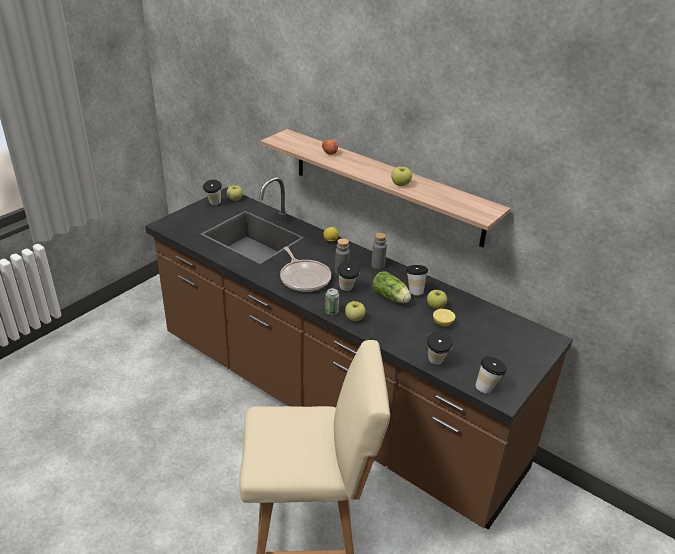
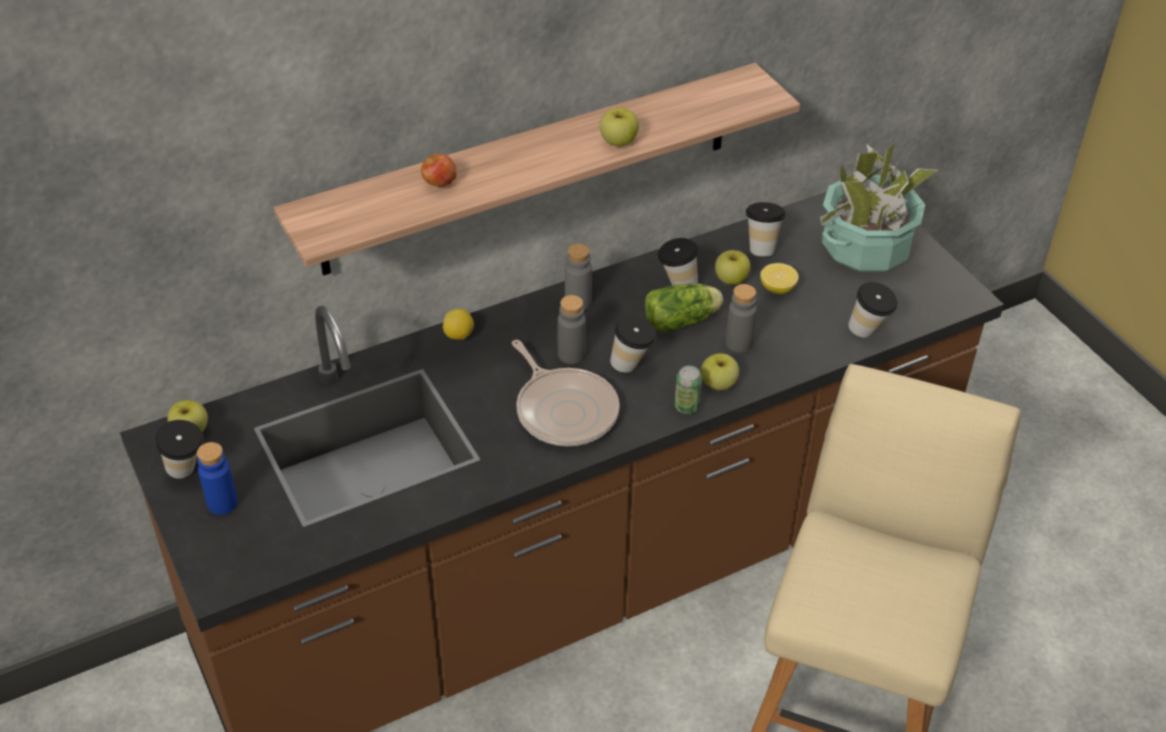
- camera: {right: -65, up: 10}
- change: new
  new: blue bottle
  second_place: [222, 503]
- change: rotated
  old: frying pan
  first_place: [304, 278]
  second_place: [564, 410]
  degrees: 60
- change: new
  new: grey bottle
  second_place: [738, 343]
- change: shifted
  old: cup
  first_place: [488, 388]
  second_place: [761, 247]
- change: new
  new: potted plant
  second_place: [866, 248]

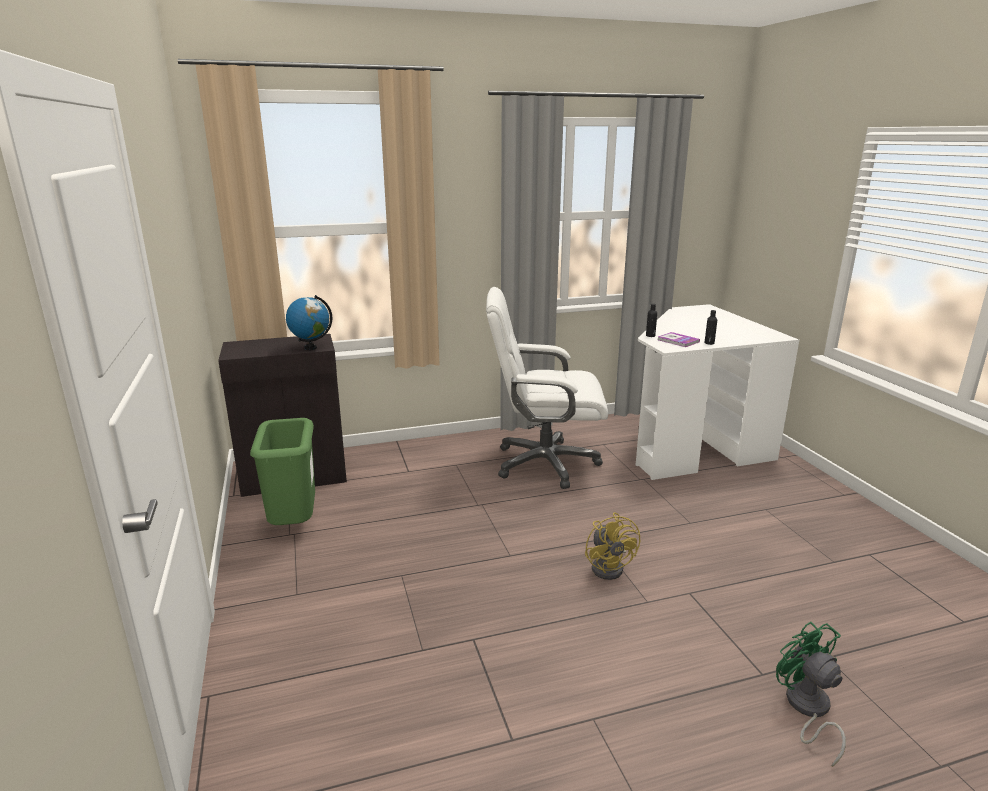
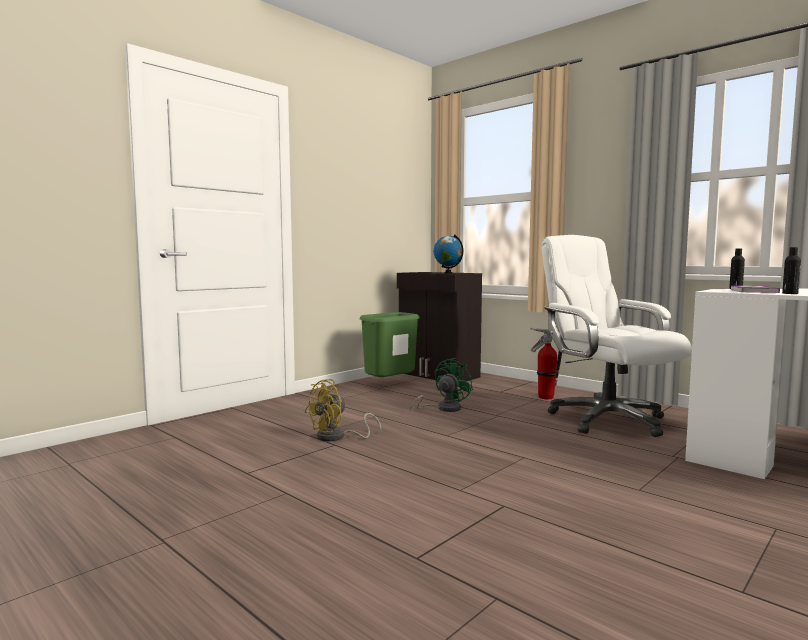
- camera: {right: 60, up: -15}
- change: shifted
  old: yellow fan
  first_place: [610, 567]
  second_place: [337, 437]
- change: shifted
  old: green fan
  first_place: [807, 709]
  second_place: [443, 409]
- change: new
  new: fire extinguisher
  second_place: [545, 397]

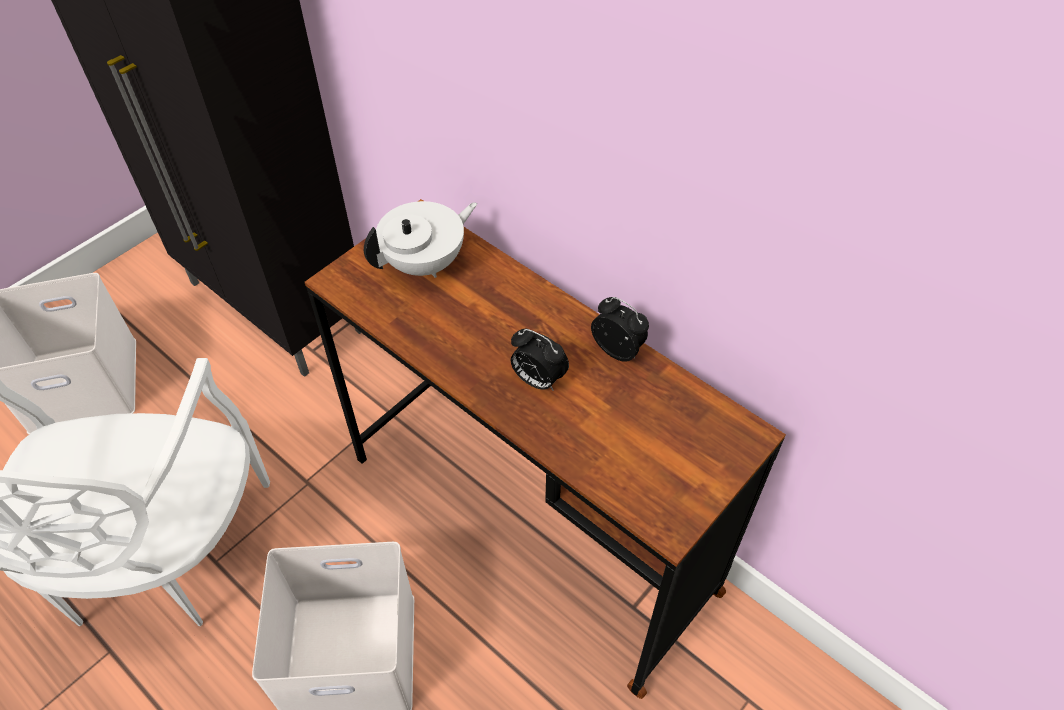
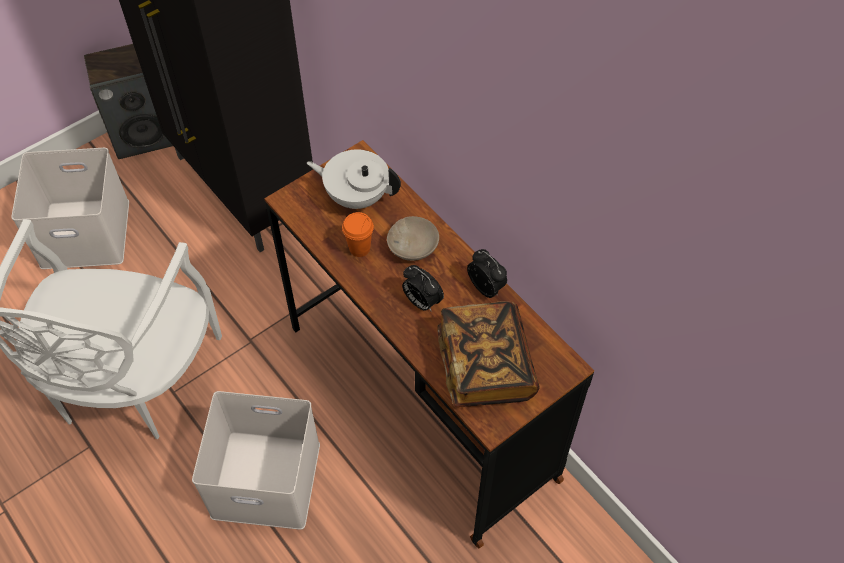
- camera: {right: 10, up: 5}
- change: new
  new: speaker
  second_place: [146, 135]
- change: rotated
  old: white teapot
  first_place: [425, 263]
  second_place: [356, 196]
  degrees: -135
- change: new
  new: orange cup
  second_place: [359, 248]
- change: new
  new: beige bowl
  second_place: [414, 248]
- change: new
  new: book
  second_place: [485, 366]

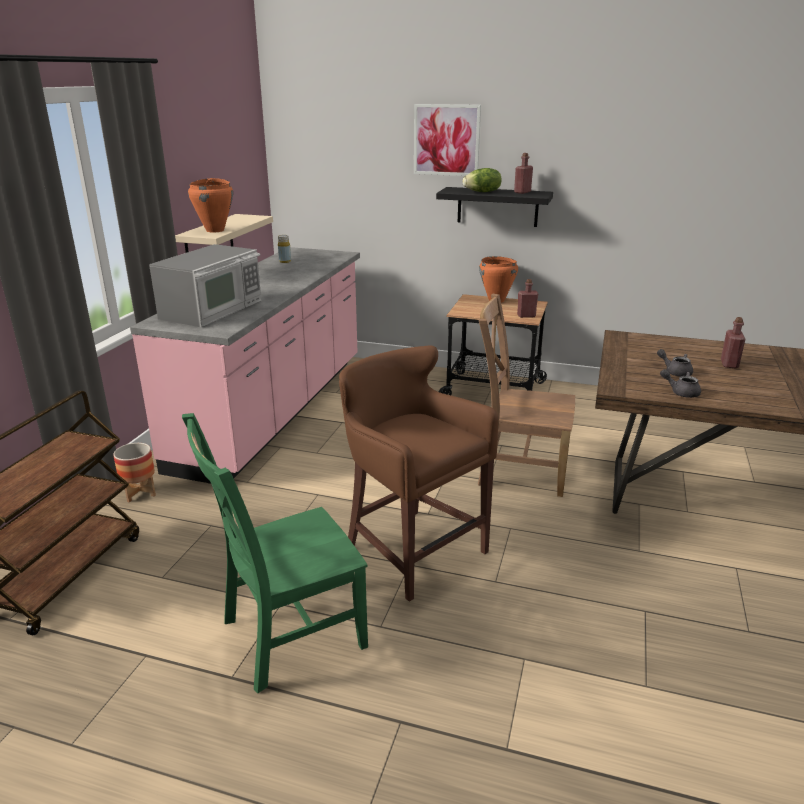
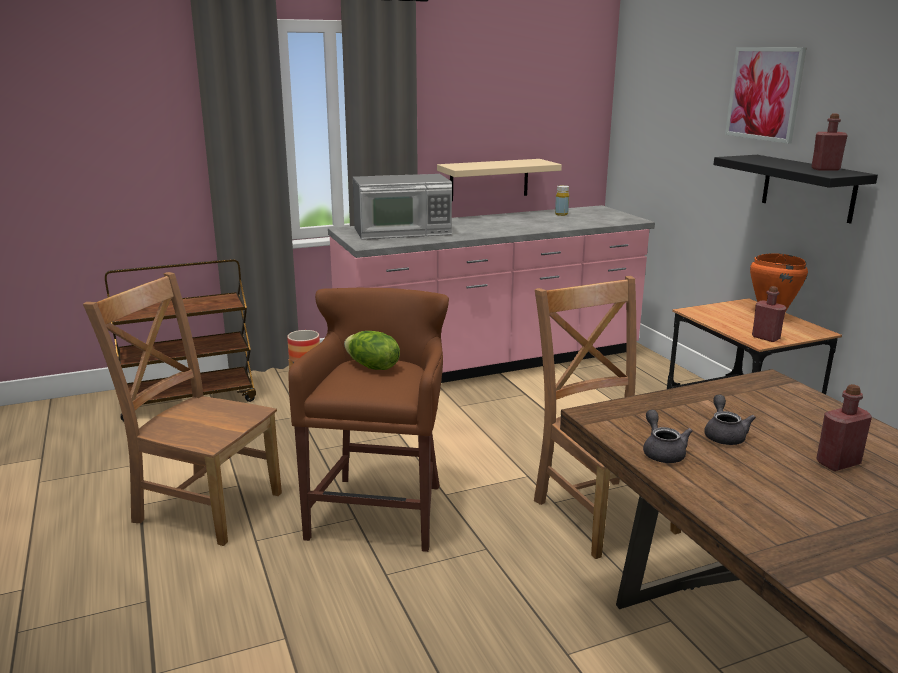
- camera: {right: 50, up: -5}
- change: repainted
  old: green chair
  new: brown chair
  first_place: [287, 635]
  second_place: [204, 505]
- change: shifted
  old: lettuce
  first_place: [482, 192]
  second_place: [372, 367]
- change: gone
  old: orange cooking pot
  first_place: [215, 230]

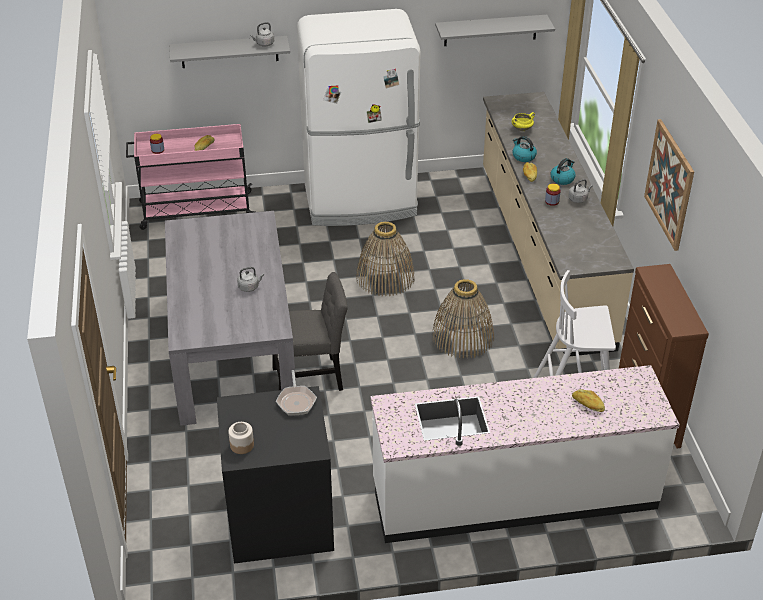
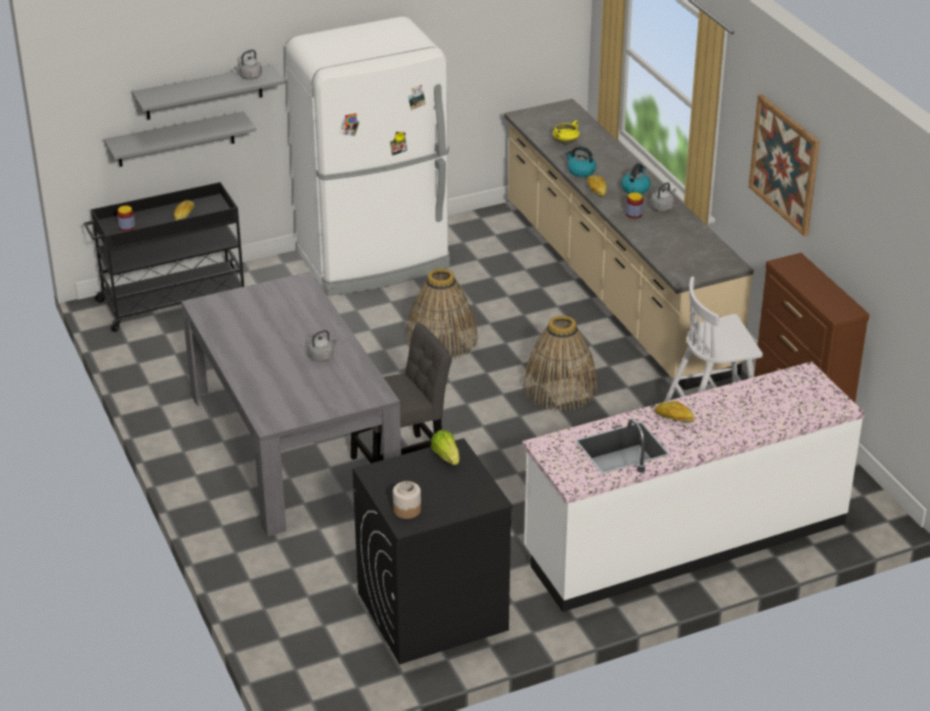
- camera: {right: -15, up: -5}
- change: repainted
  old: pink cart
  new: black cart
  first_place: [195, 211]
  second_place: [172, 301]
- change: shifted
  old: grey shelf
  first_place: [490, 30]
  second_place: [176, 139]
- change: swapped
  old: frying pan
  new: lettuce
  first_place: [296, 401]
  second_place: [446, 456]
- change: shifted
  old: bread
  first_place: [587, 404]
  second_place: [674, 417]

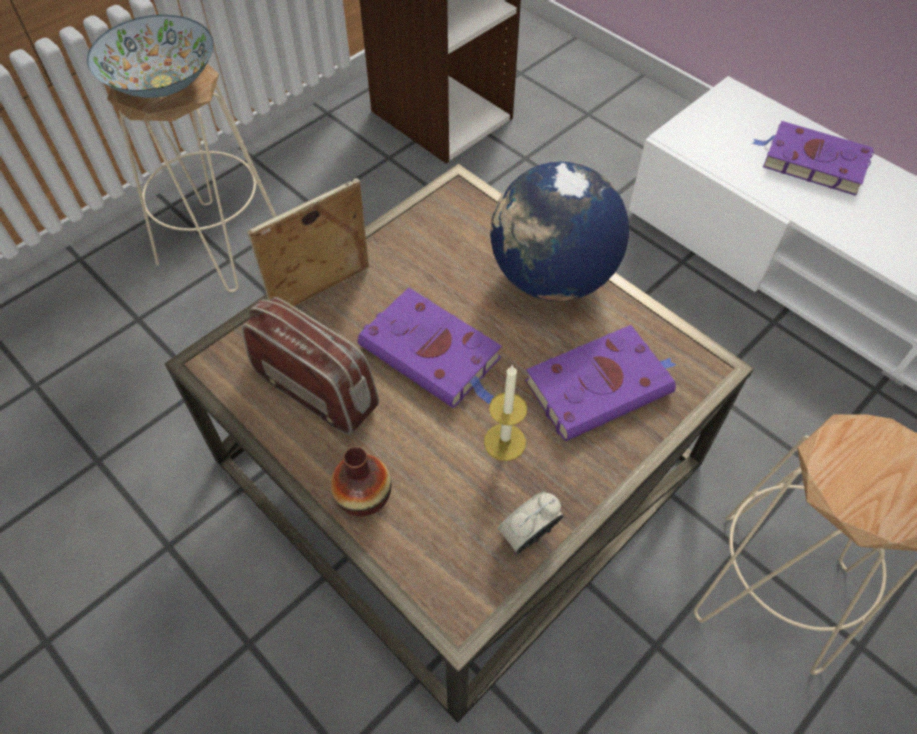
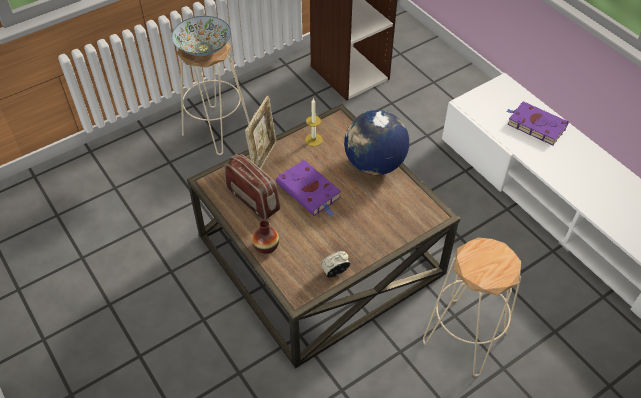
- camera: {right: 10, up: -5}
- change: rotated
  old: picture frame
  first_place: [322, 294]
  second_place: [263, 158]
  degrees: 135
- change: shifted
  old: candle
  first_place: [504, 442]
  second_place: [313, 140]
- change: gone
  old: purple book
  first_place: [601, 385]

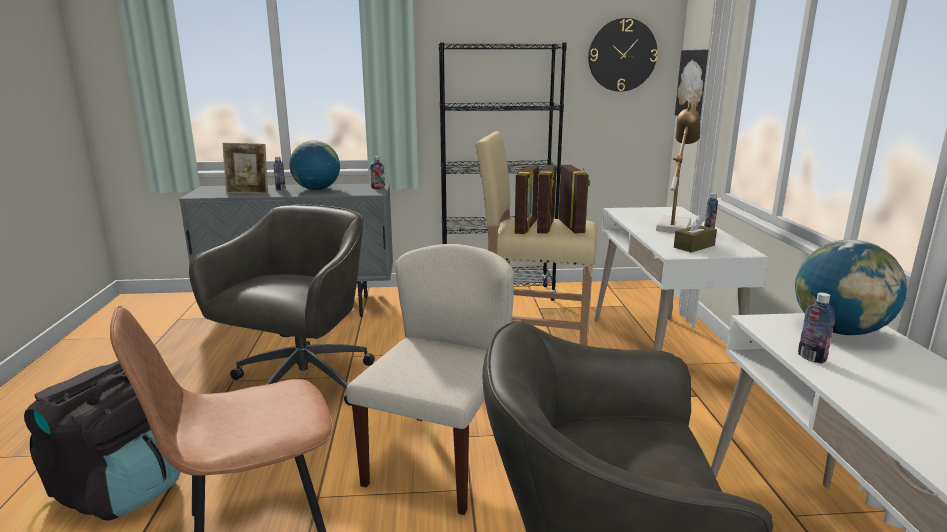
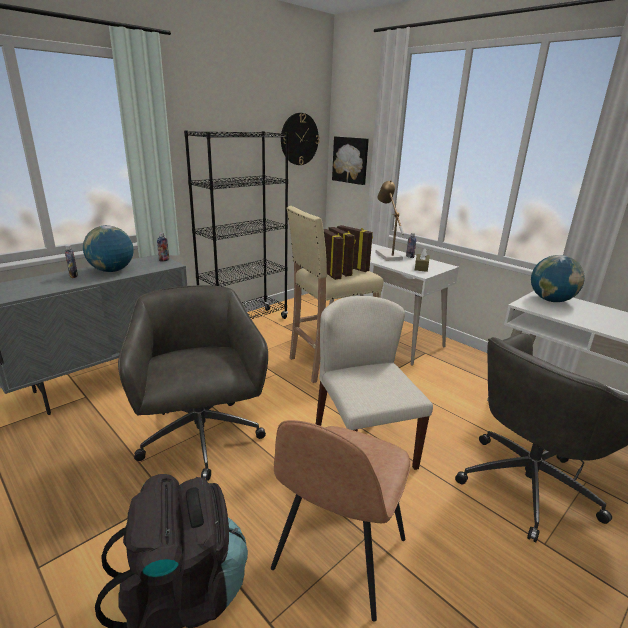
- camera: {right: -40, up: 5}
- change: gone
  old: picture frame
  first_place: [248, 193]
- change: gone
  old: bottle
  first_place: [811, 358]

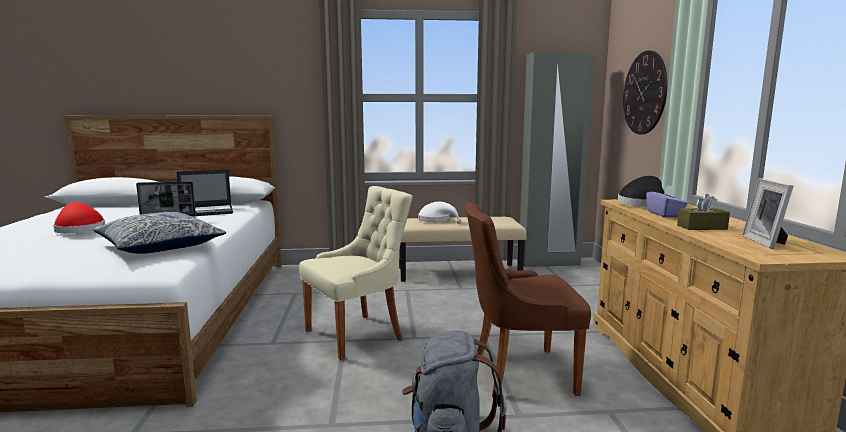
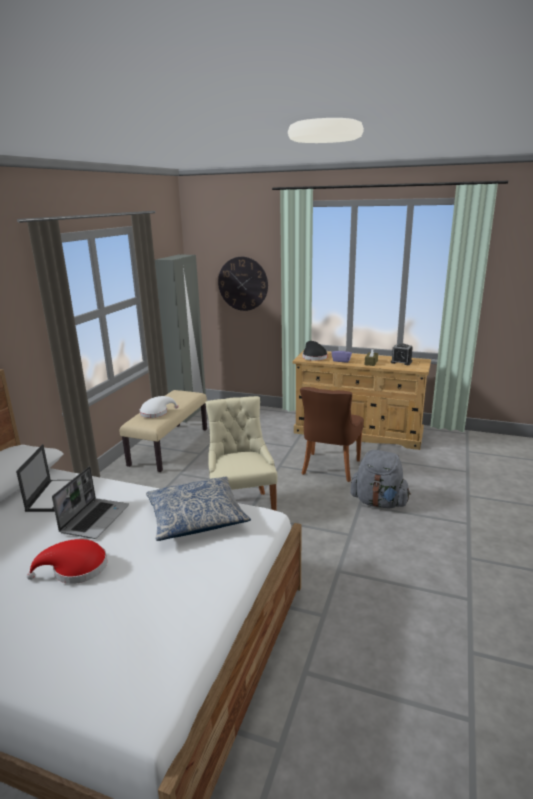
- camera: {right: -65, up: 10}
- change: swapped
  old: picture frame
  new: alarm clock
  first_place: [767, 242]
  second_place: [401, 362]

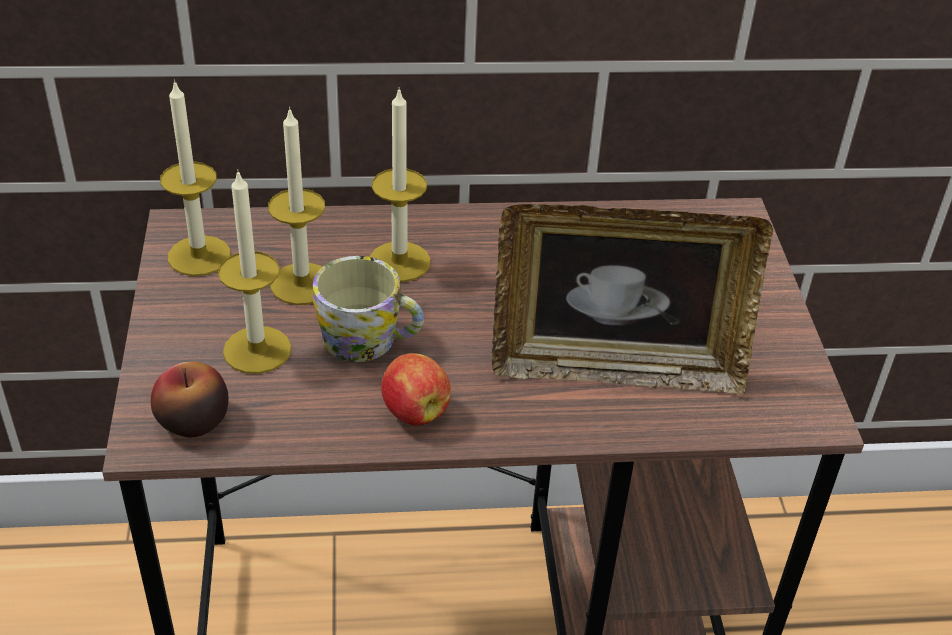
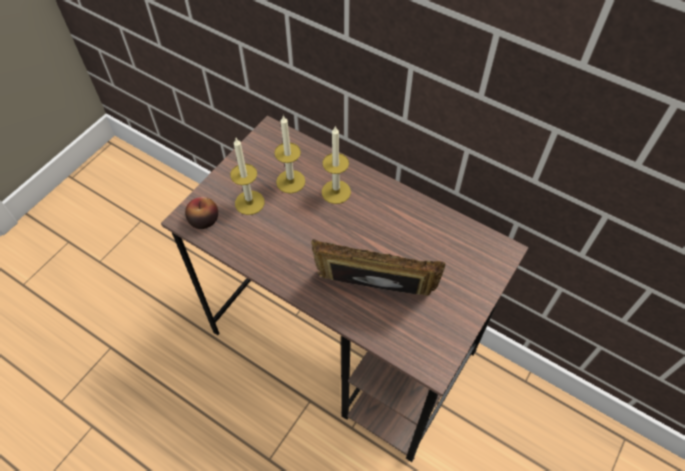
- camera: {right: 40, up: 15}
- change: rotated
  old: picture frame
  first_place: [616, 368]
  second_place: [374, 293]
  degrees: 150
- change: gone
  old: candle
  first_place: [199, 256]
- change: gone
  old: mug
  first_place: [369, 340]
- change: gone
  old: apple
  first_place: [414, 411]

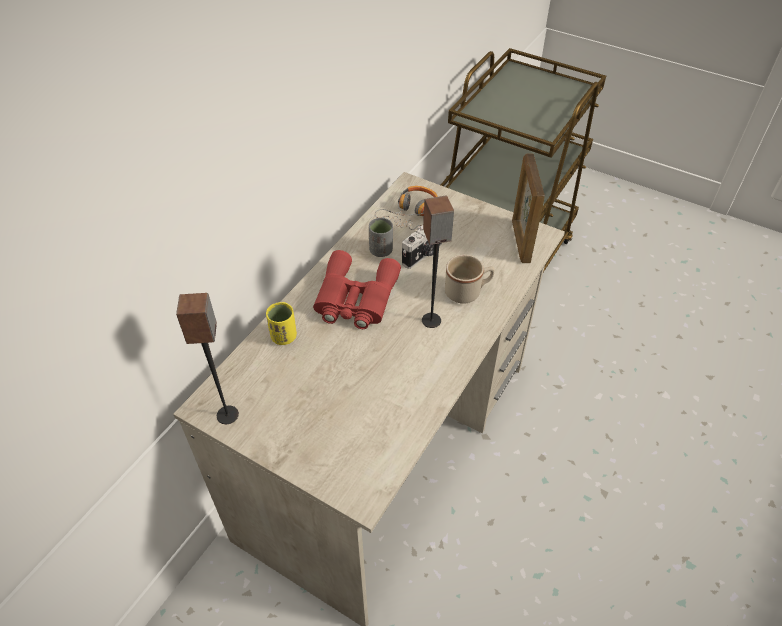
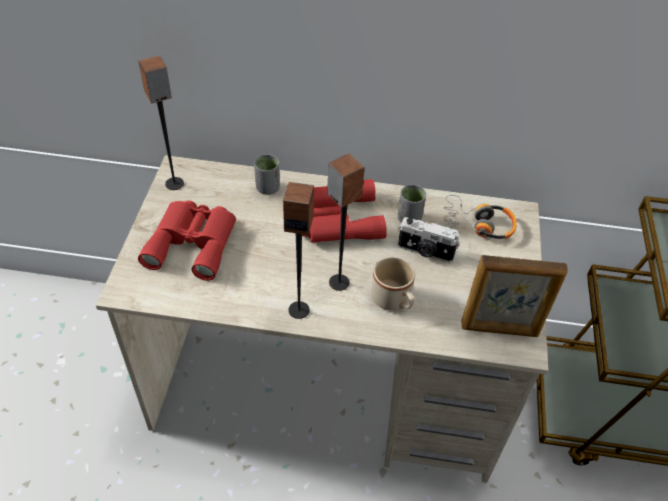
- camera: {right: 65, up: 0}
- change: new
  new: red binoculars
  second_place: [194, 242]
- change: repainted
  old: yellow cup
  new: grey cup
  first_place: [284, 337]
  second_place: [267, 188]
- change: new
  new: speaker
  second_place: [299, 309]
- change: rotated
  old: picture frame
  first_place: [520, 241]
  second_place: [499, 330]
  degrees: -150

